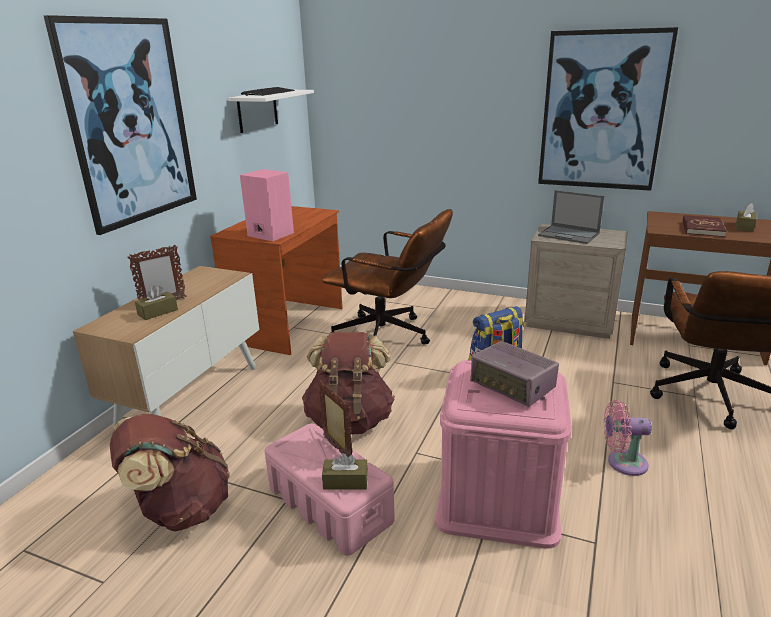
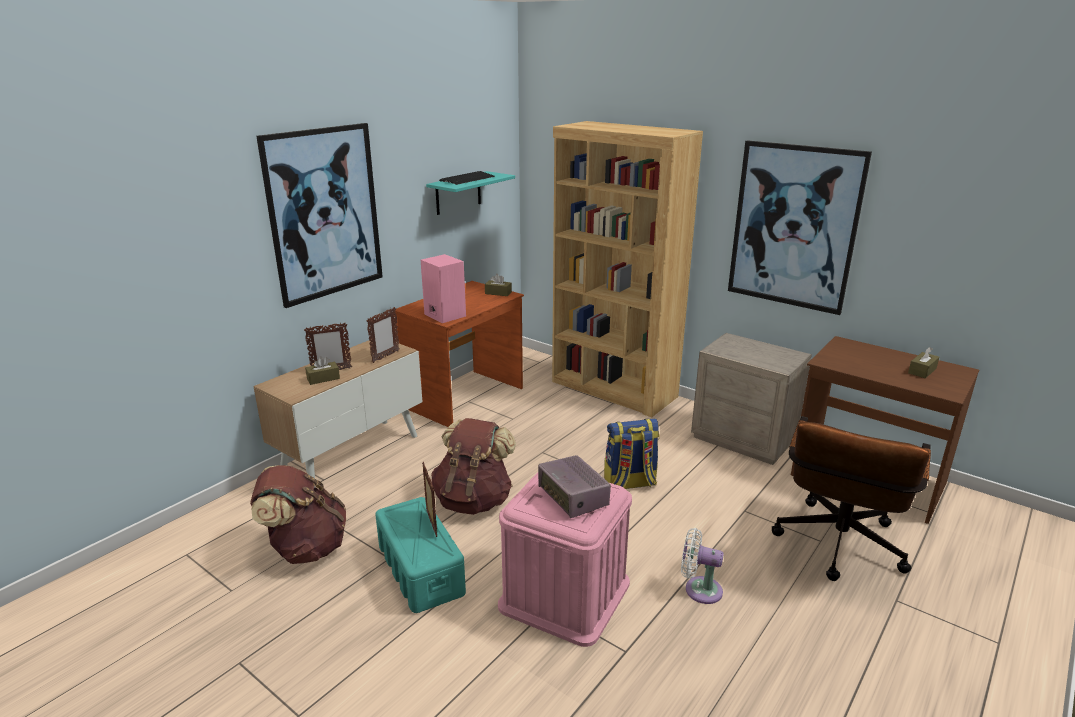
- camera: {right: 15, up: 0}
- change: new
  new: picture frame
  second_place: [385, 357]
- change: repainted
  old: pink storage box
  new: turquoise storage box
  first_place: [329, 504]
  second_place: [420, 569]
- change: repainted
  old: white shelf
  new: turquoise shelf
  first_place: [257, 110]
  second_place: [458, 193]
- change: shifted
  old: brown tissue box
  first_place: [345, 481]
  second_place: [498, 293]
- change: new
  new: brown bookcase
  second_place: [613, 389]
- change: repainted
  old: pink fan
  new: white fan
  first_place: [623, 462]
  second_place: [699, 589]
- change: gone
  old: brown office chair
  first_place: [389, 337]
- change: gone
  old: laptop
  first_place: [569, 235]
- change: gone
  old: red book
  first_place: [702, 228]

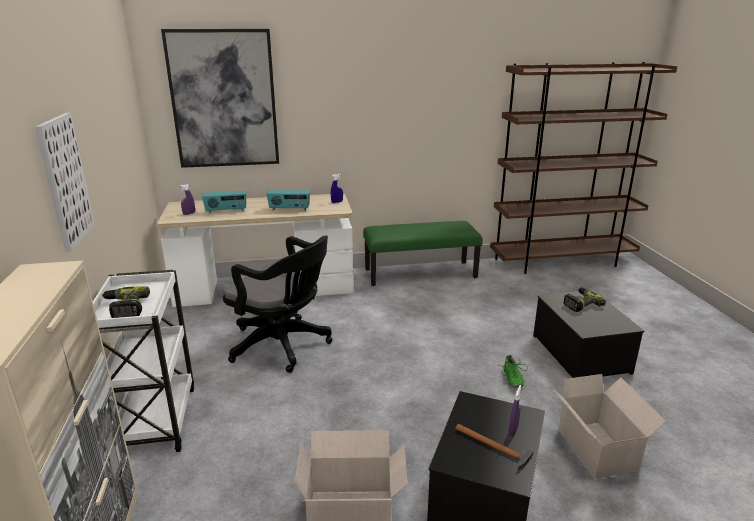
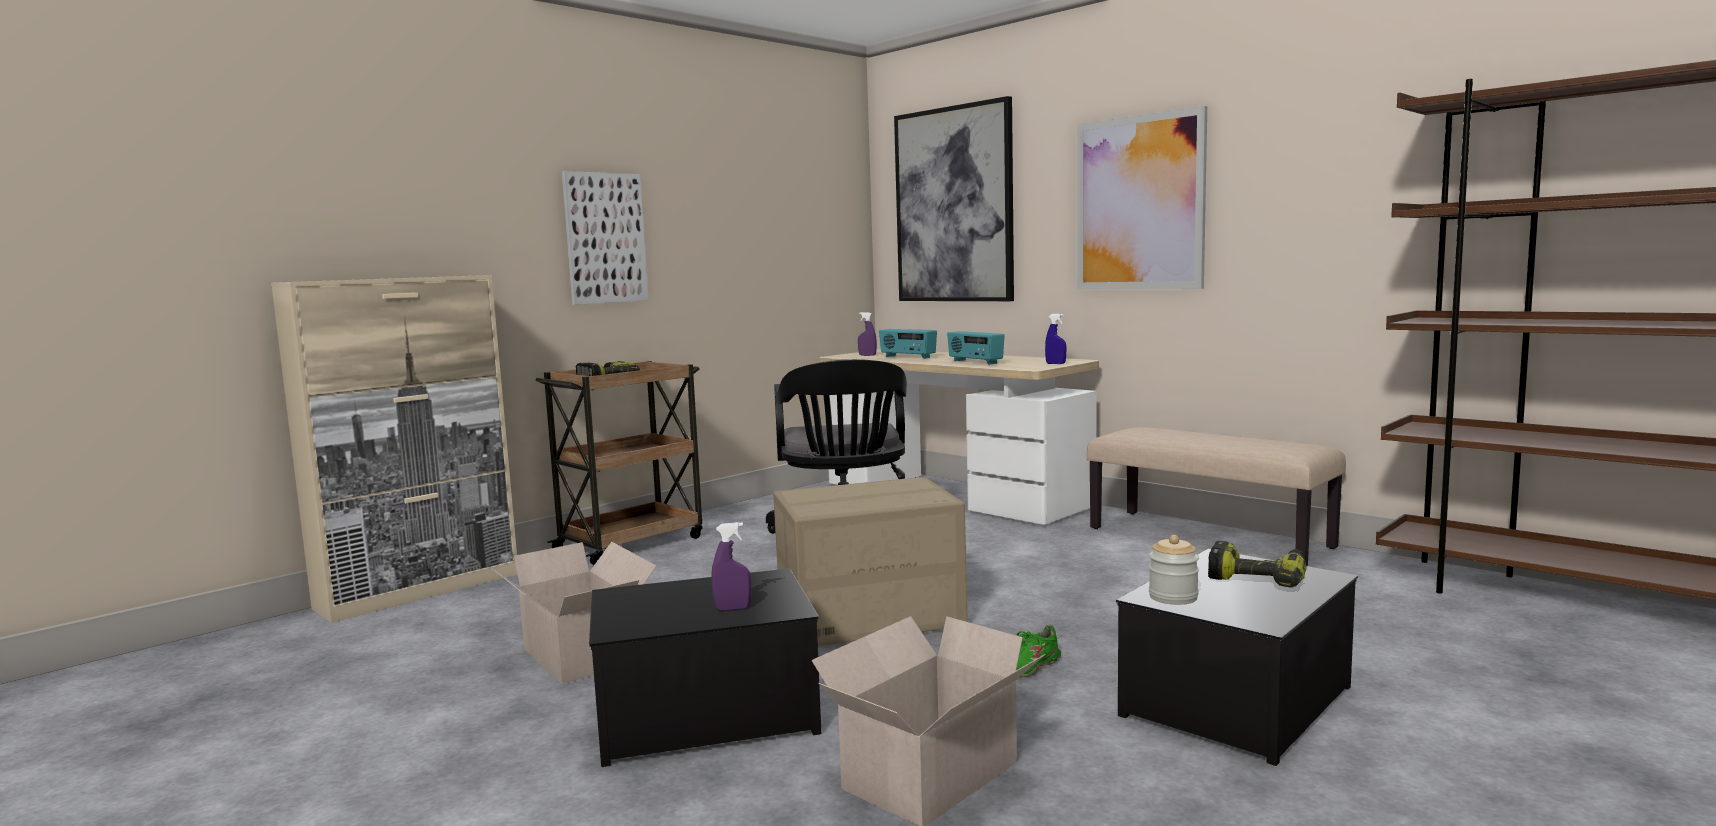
- camera: {right: 55, up: -15}
- change: repainted
  old: white cart
  new: brown cart
  first_place: [156, 419]
  second_place: [631, 543]
- change: new
  new: cardboard box
  second_place: [869, 616]
- change: new
  new: picture
  second_place: [1139, 203]
- change: repainted
  old: green bench
  new: beige bench
  first_place: [420, 273]
  second_place: [1209, 537]
- change: new
  new: jar
  second_place: [1173, 597]
- change: gone
  old: hammer
  first_place: [494, 447]

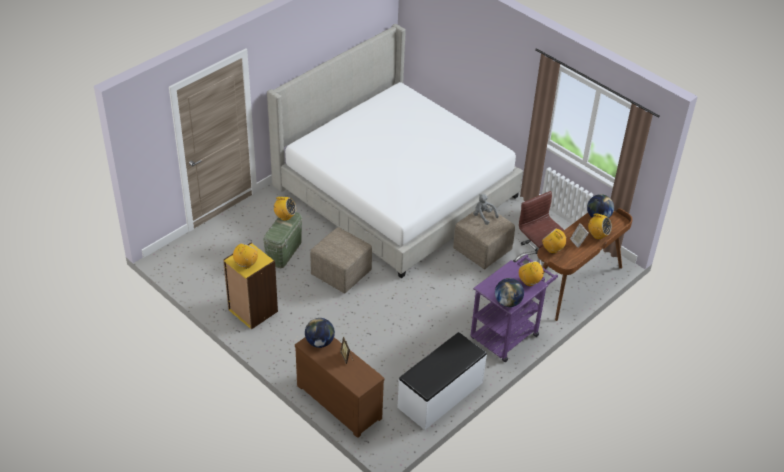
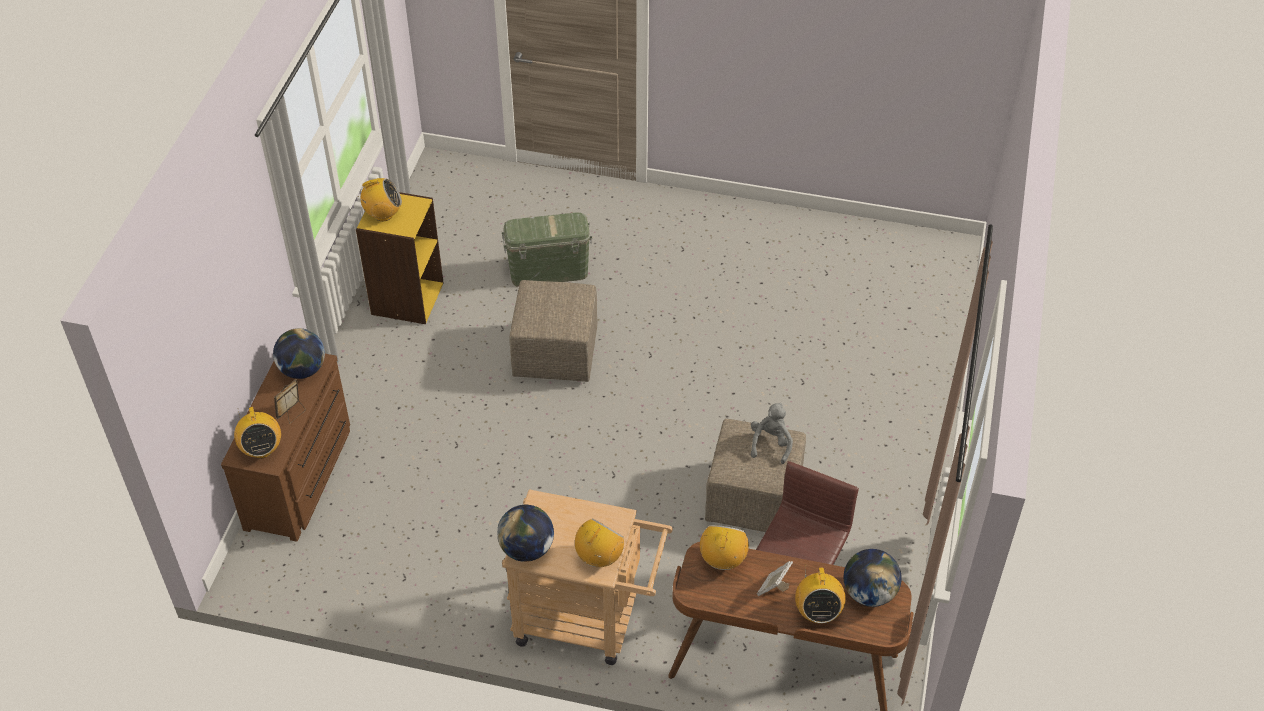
- camera: {right: 60, up: 5}
- change: shifted
  old: radio
  first_place: [285, 217]
  second_place: [261, 449]
- change: repainted
  old: purple cart
  new: beige cart
  first_place: [508, 333]
  second_place: [588, 620]
- change: gone
  old: bed
  first_place: [395, 191]
- change: gone
  old: white bench
  first_place: [441, 395]

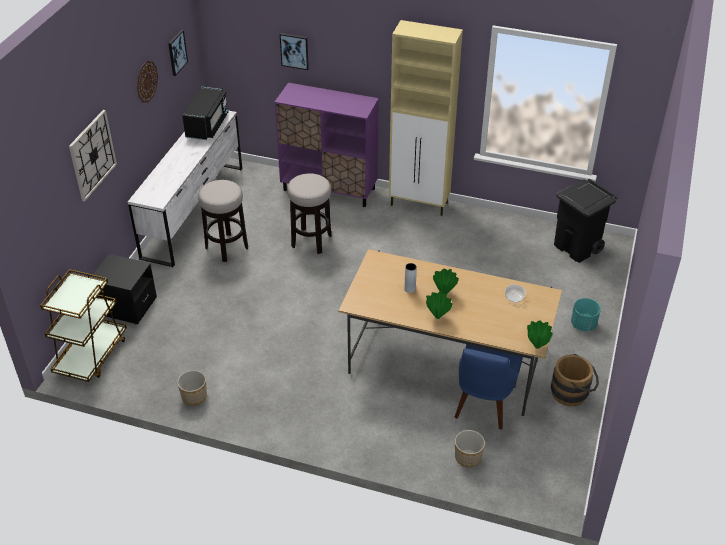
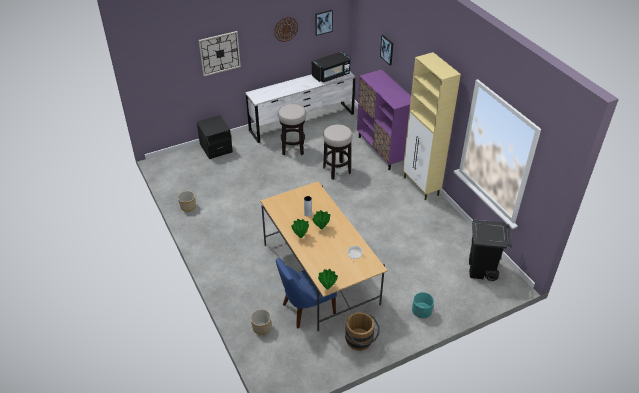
- camera: {right: 45, up: 0}
- change: gone
  old: brown cart
  first_place: [91, 355]

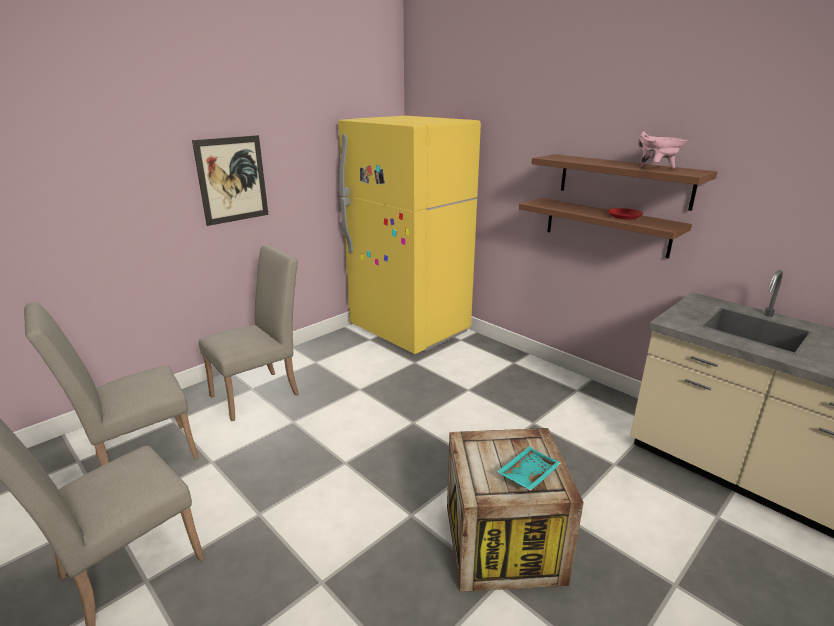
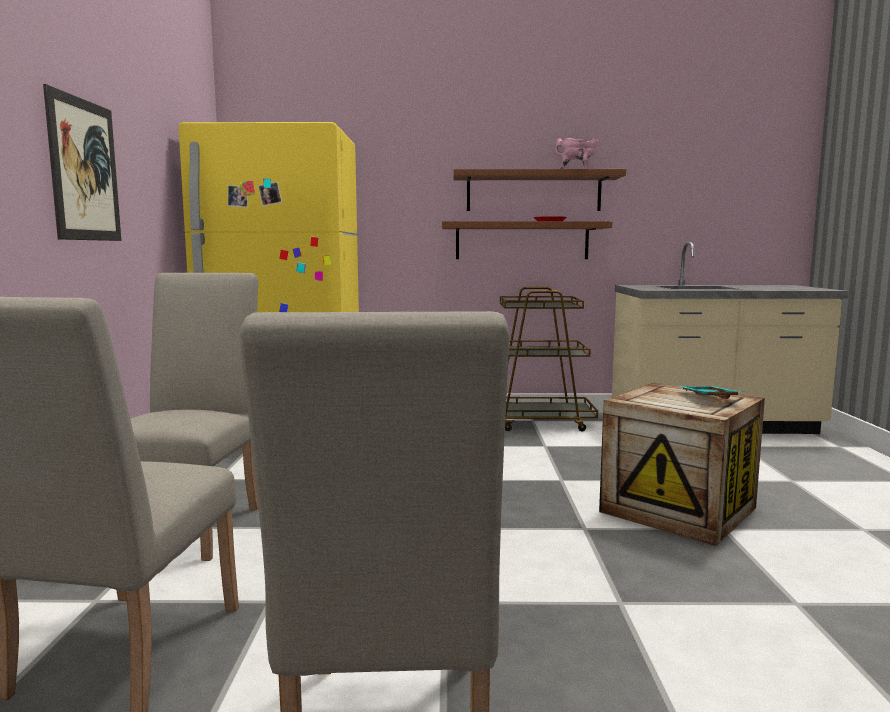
- camera: {right: -45, up: -15}
- change: new
  new: brown cart
  second_place: [537, 422]

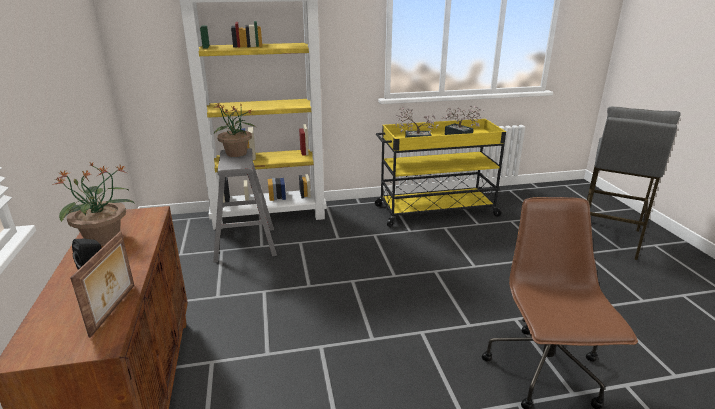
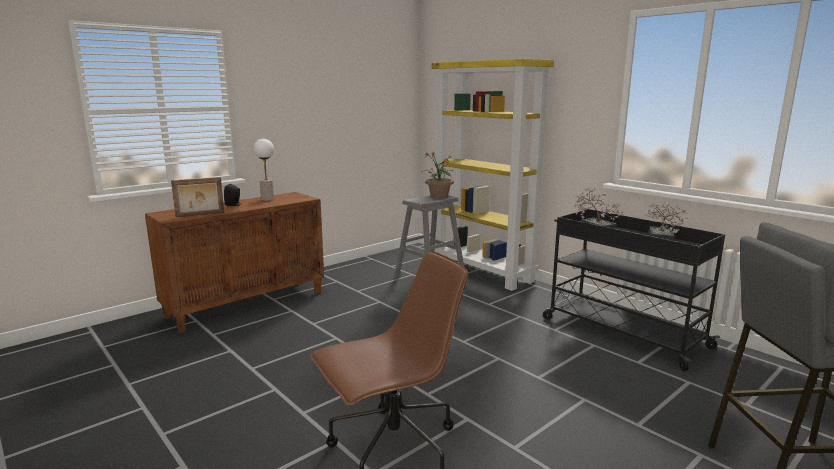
- camera: {right: 60, up: -10}
- change: swapped
  old: potted plant
  new: table lamp
  first_place: [104, 239]
  second_place: [267, 199]
- change: repainted
  old: yellow cart
  new: black cart
  first_place: [434, 211]
  second_place: [621, 332]

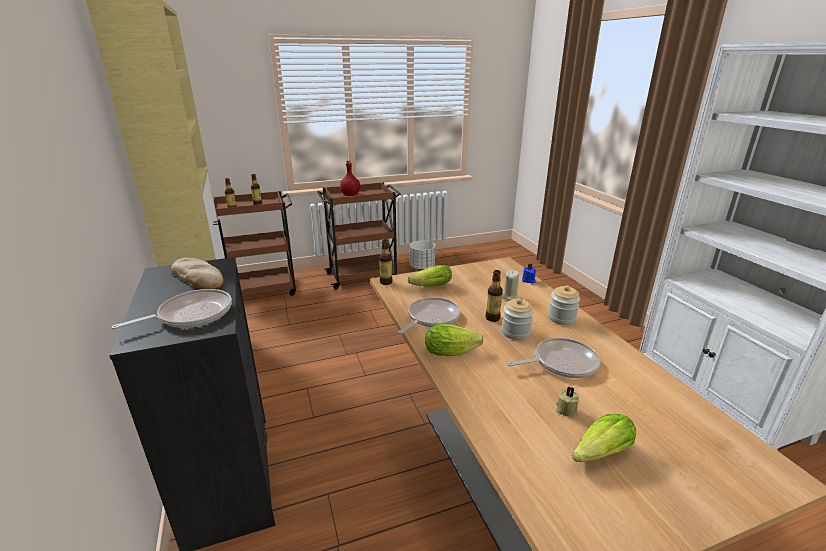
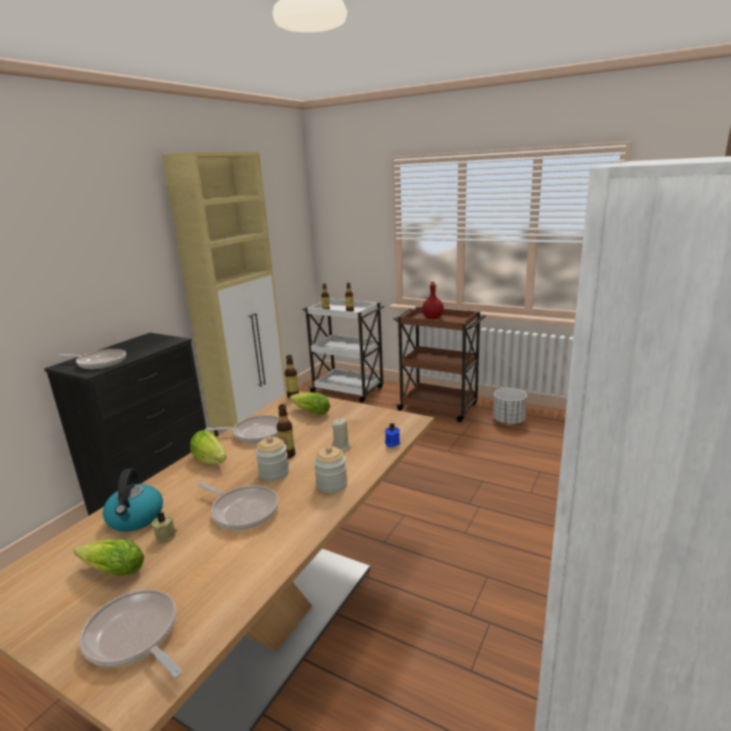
- camera: {right: 50, up: -5}
- change: new
  new: frying pan
  second_place: [134, 637]
- change: new
  new: kettle
  second_place: [136, 518]
- change: repainted
  old: brown cart
  new: white cart
  first_place: [262, 290]
  second_place: [348, 390]
- change: gone
  old: bread
  first_place: [198, 277]

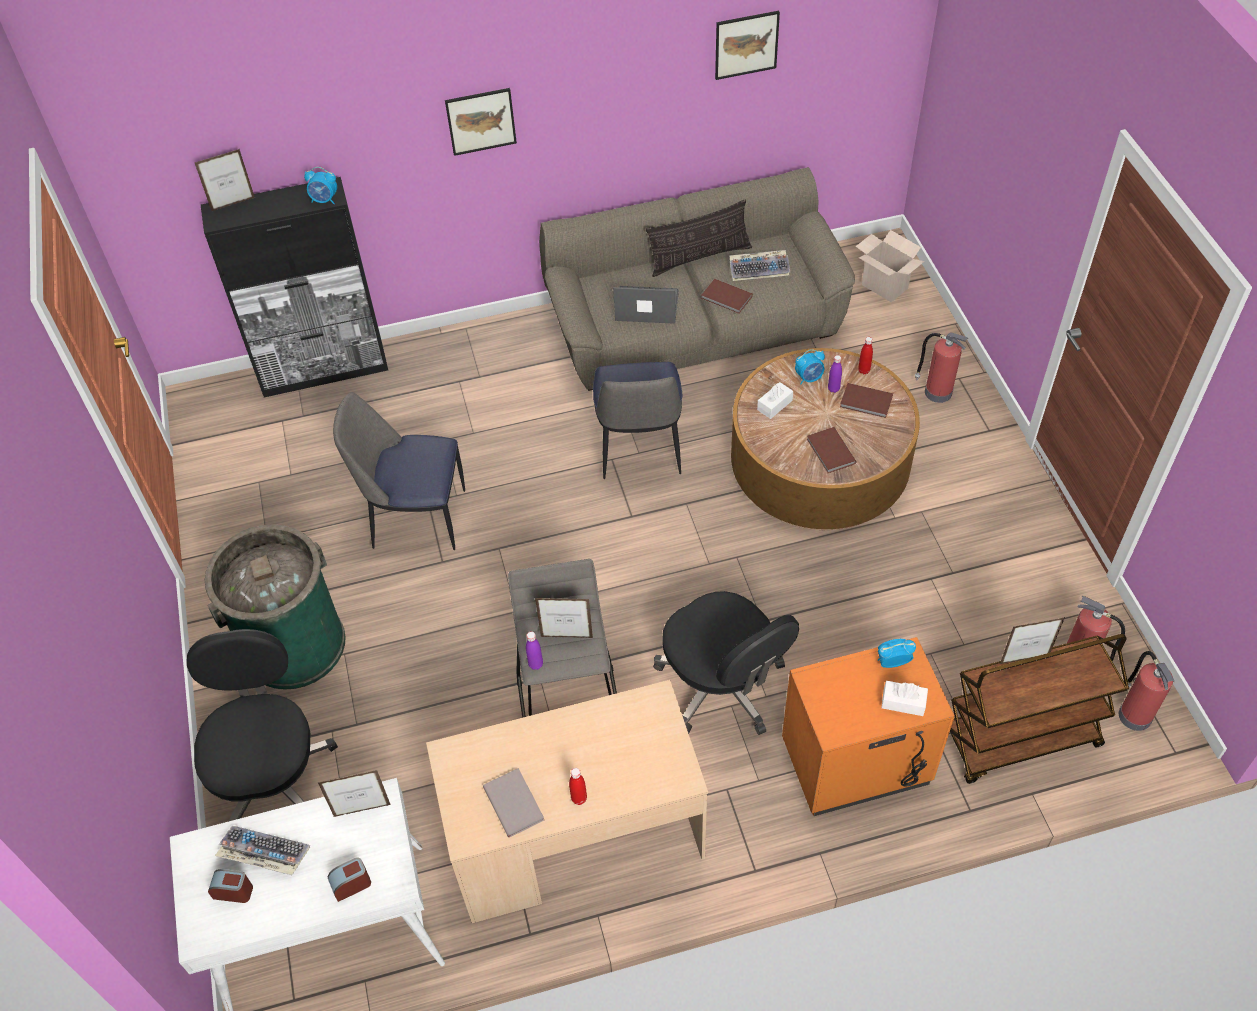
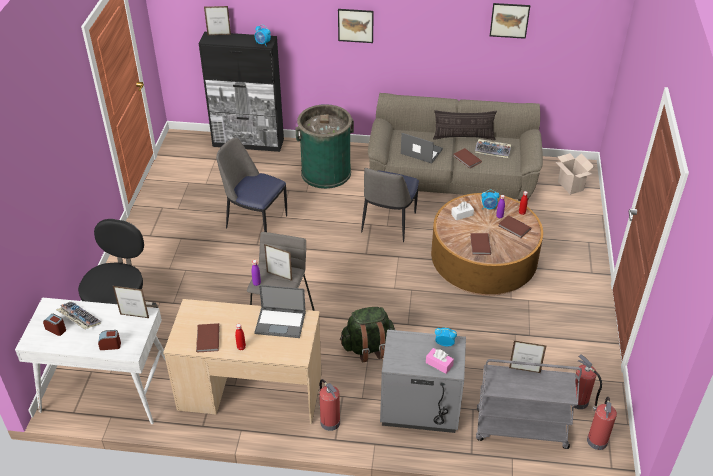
- camera: {right: 20, up: -10}
- change: repainted
  old: grey book
  new: brown book
  first_place: [514, 802]
  second_place: [209, 338]
- change: new
  new: laptop
  second_place: [281, 322]
- change: shifted
  old: green trash can
  first_place: [294, 644]
  second_place: [326, 172]
- change: shifted
  old: fire extinguisher
  first_place: [936, 391]
  second_place: [329, 421]
- change: swapped
  old: black office chair
  new: green backpack
  first_place: [722, 686]
  second_place: [368, 347]
- change: repainted
  old: orange nightstand
  new: grey nightstand
  first_place: [856, 764]
  second_place: [420, 409]
- change: repainted
  old: white tissue box
  new: pink tissue box
  first_place: [903, 702]
  second_place: [439, 364]
- change: repainted
  old: brown cart
  new: grey cart
  first_place: [1020, 740]
  second_place: [520, 429]

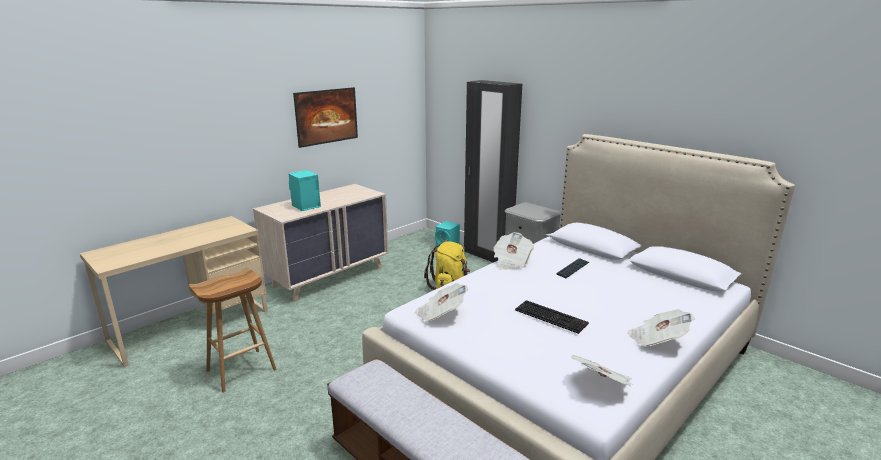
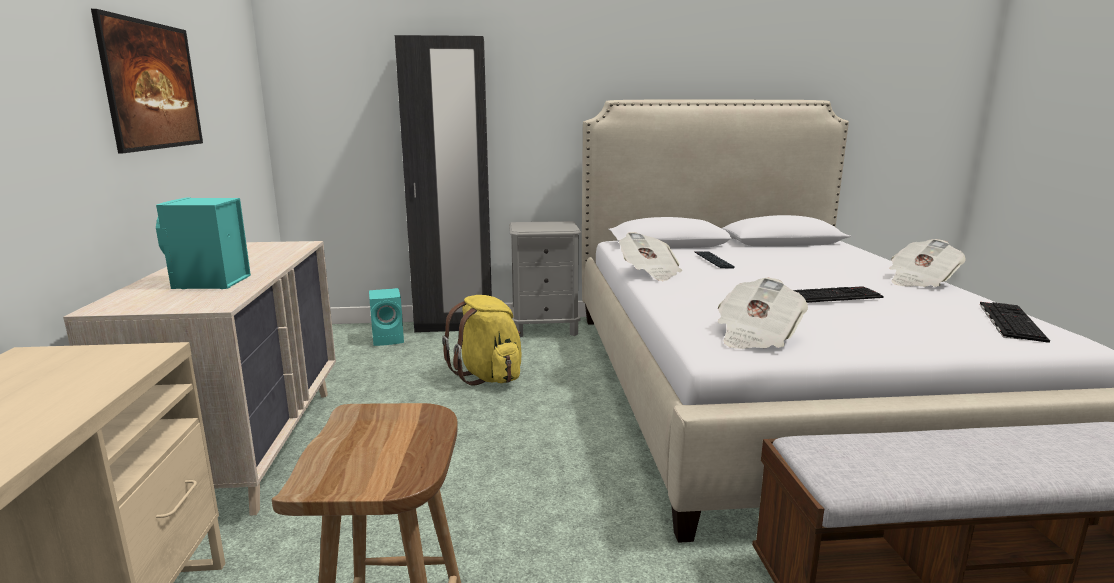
- camera: {right: -50, up: -5}
- change: swapped
  old: newspaper
  new: keyboard
  first_place: [602, 384]
  second_place: [1009, 321]

